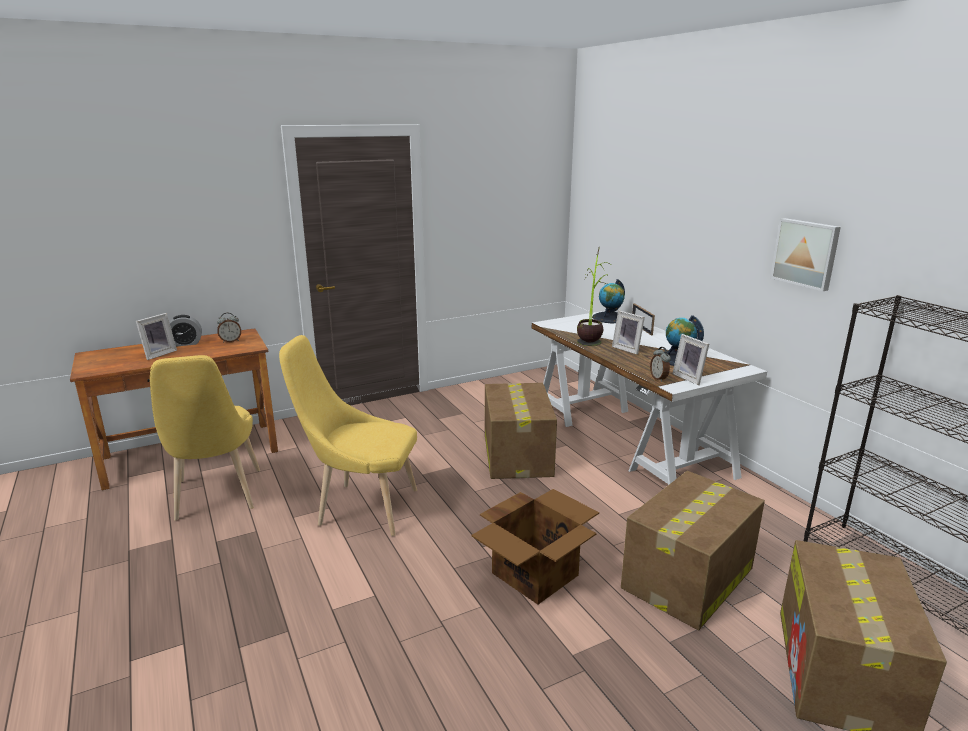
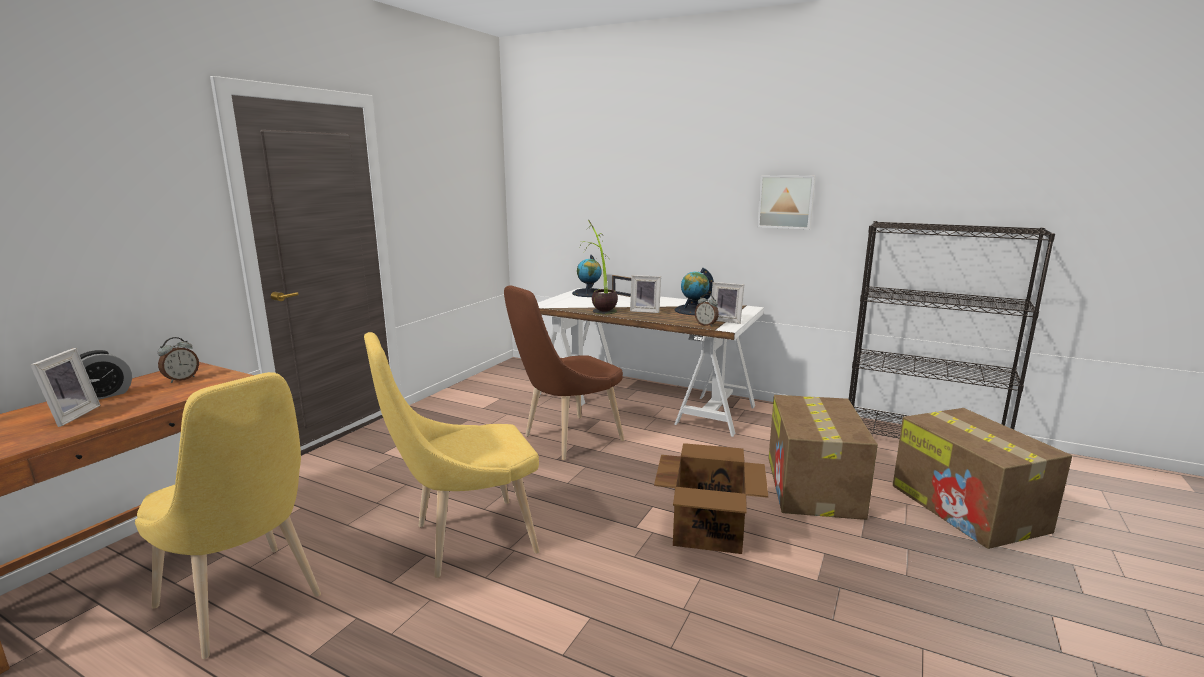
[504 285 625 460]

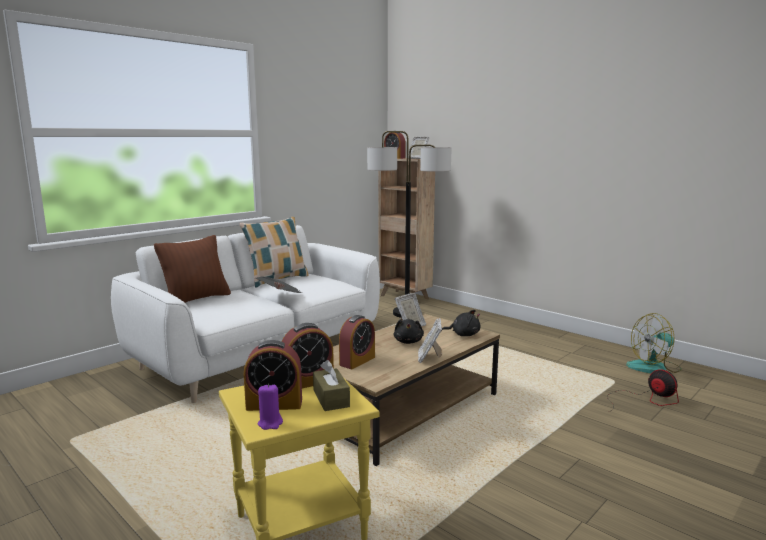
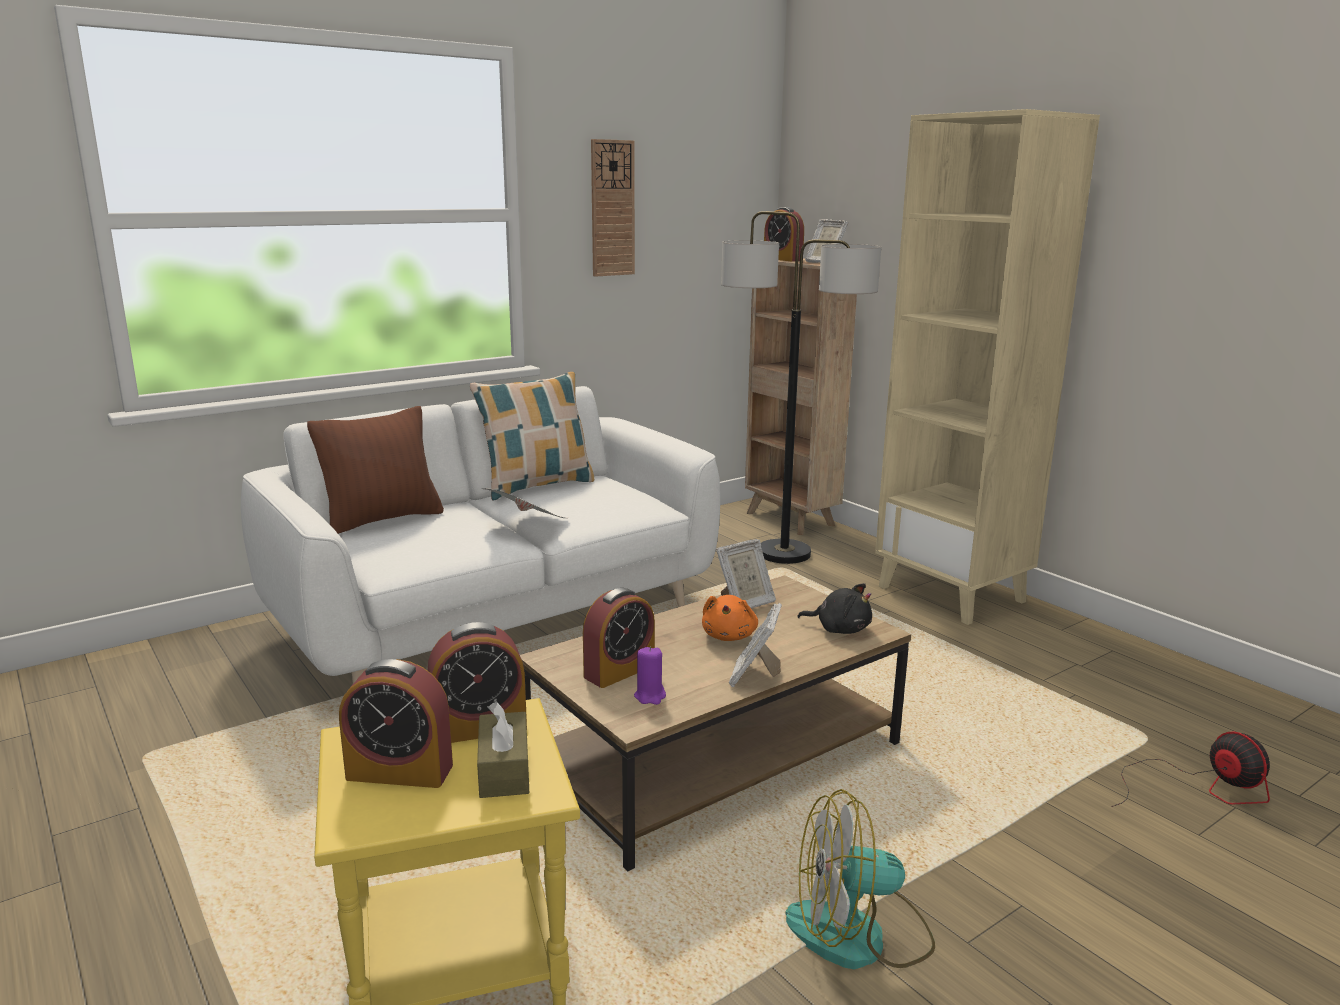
[785 789 935 969]
[702 595 758 641]
[634 646 666 705]
[875 109 1100 625]
[591 139 635 277]

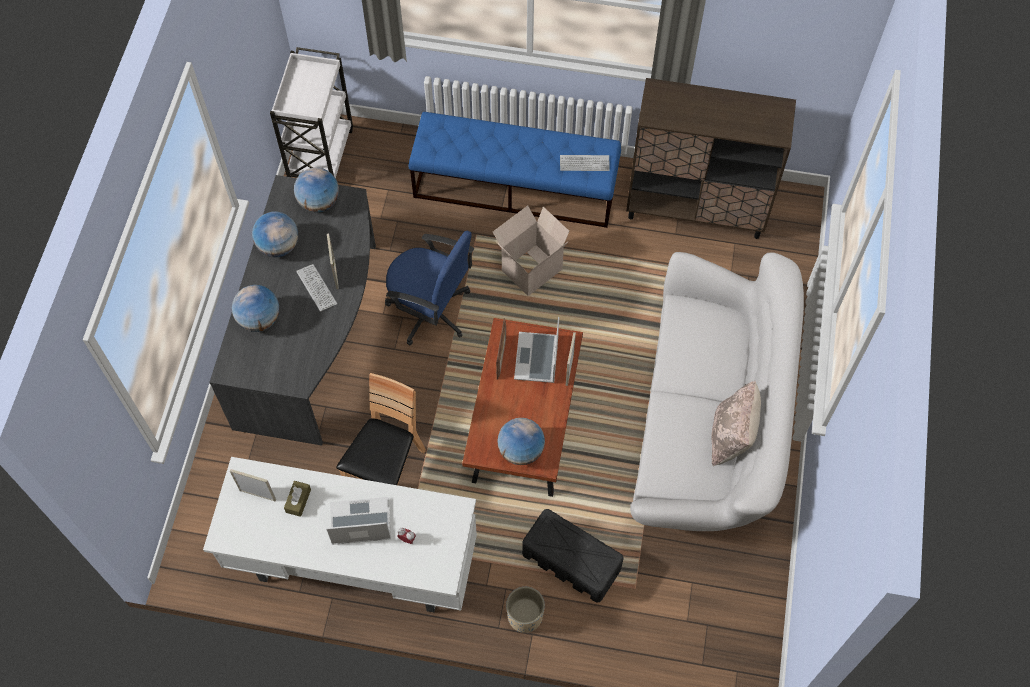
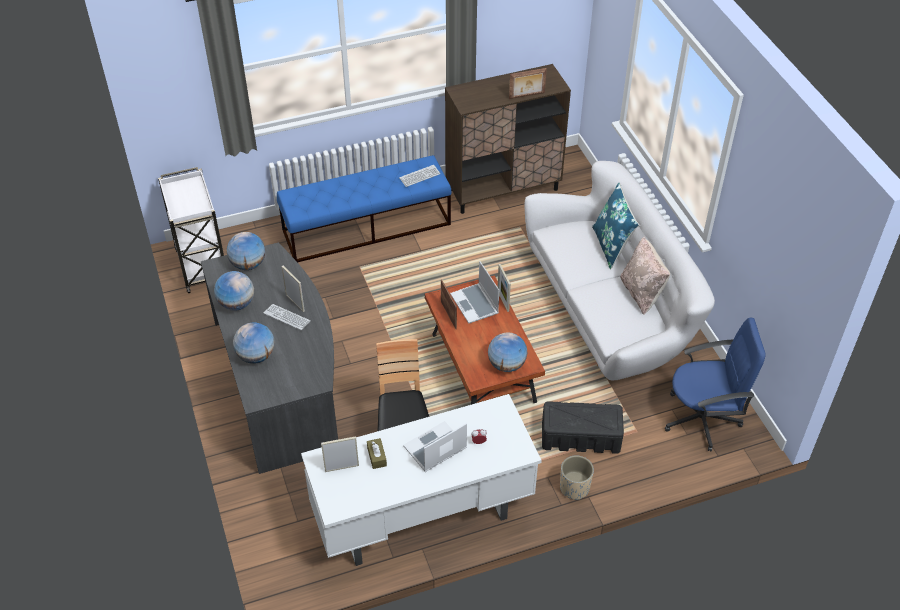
[493 206 569 296] (first image)
[665 318 765 452]
[509 68 547 99]
[592 182 639 269]

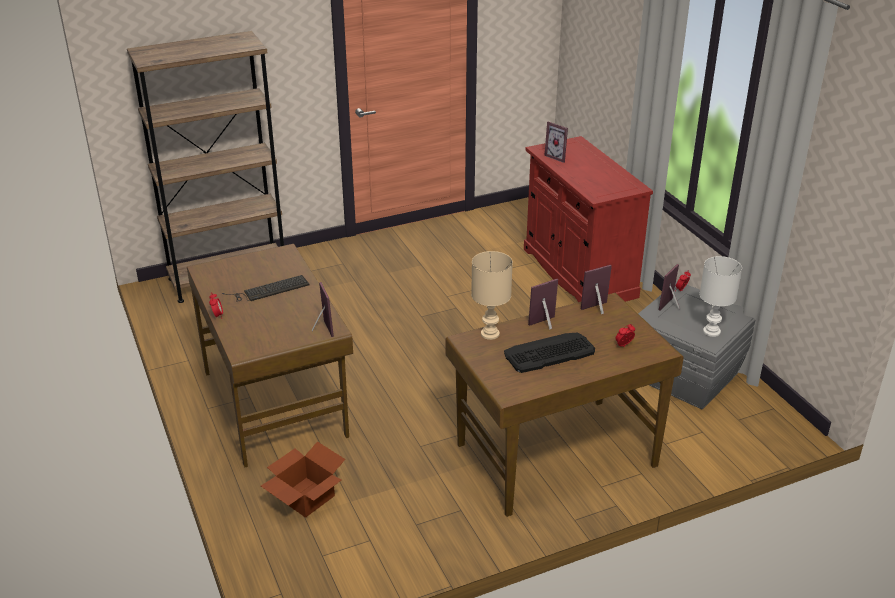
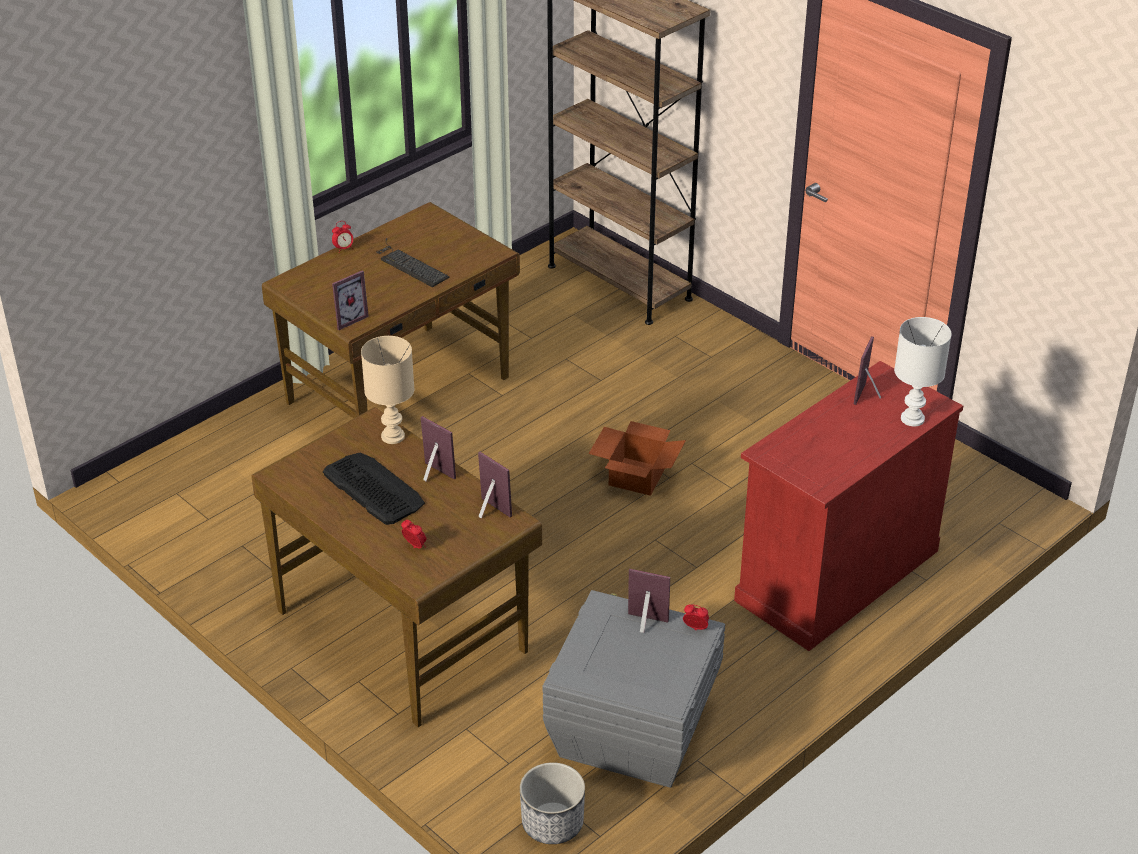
[894 317 952 426]
[588 421 686 496]
[520 762 585 844]

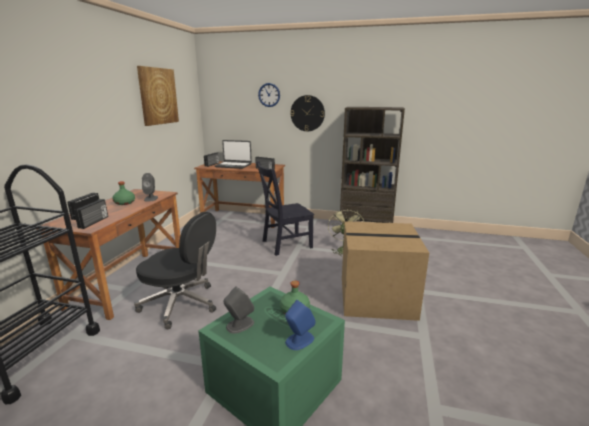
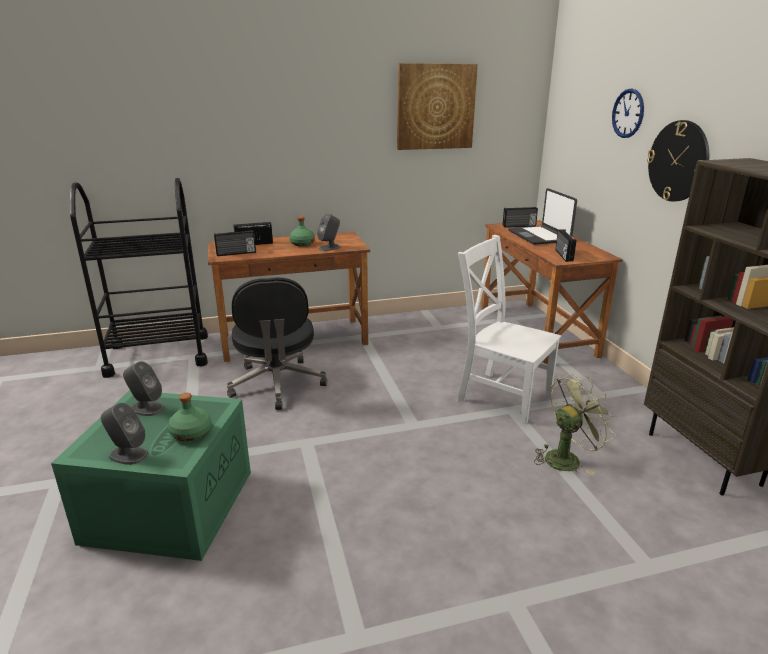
[457 235 561 424]
[342 221 429 321] (first image)
[101 403 148 465]

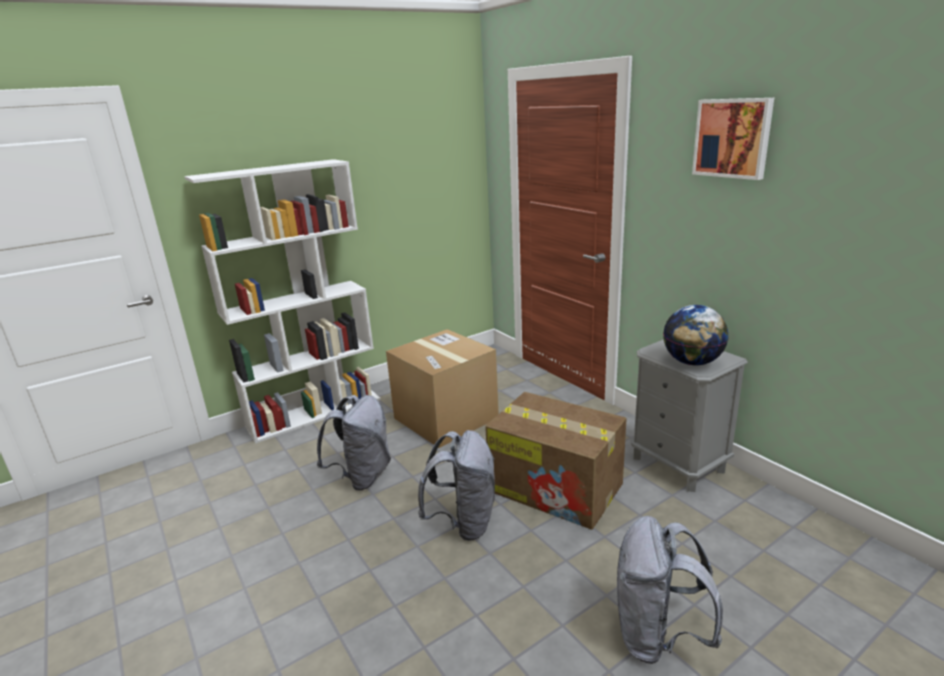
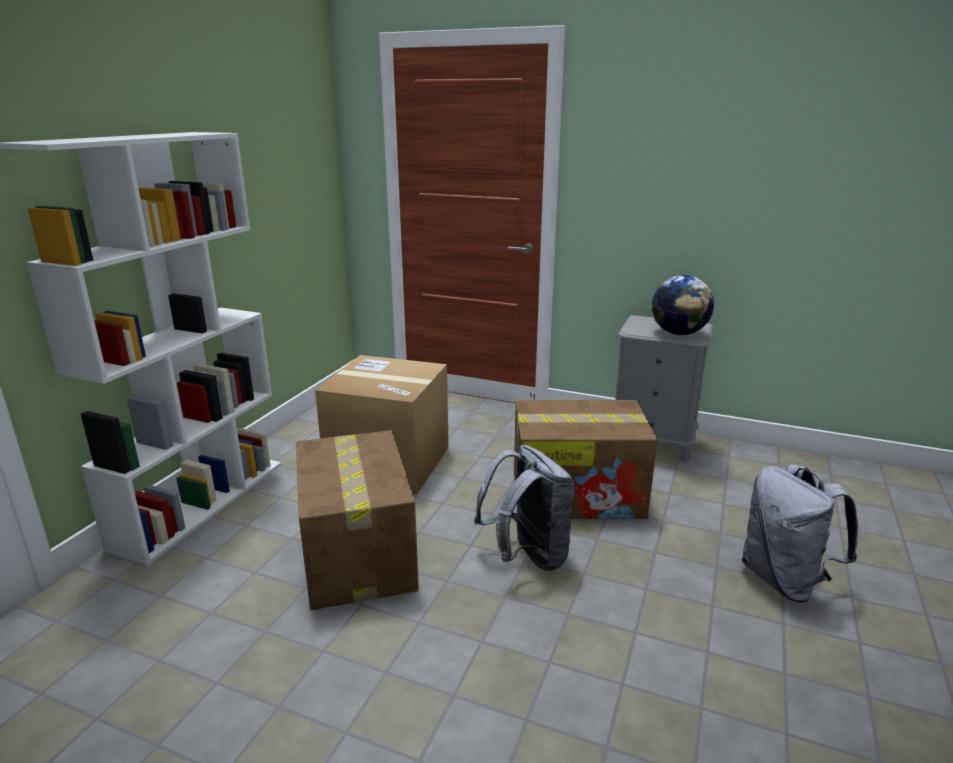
[692 98 774 180] (first image)
[296 430 419 610]

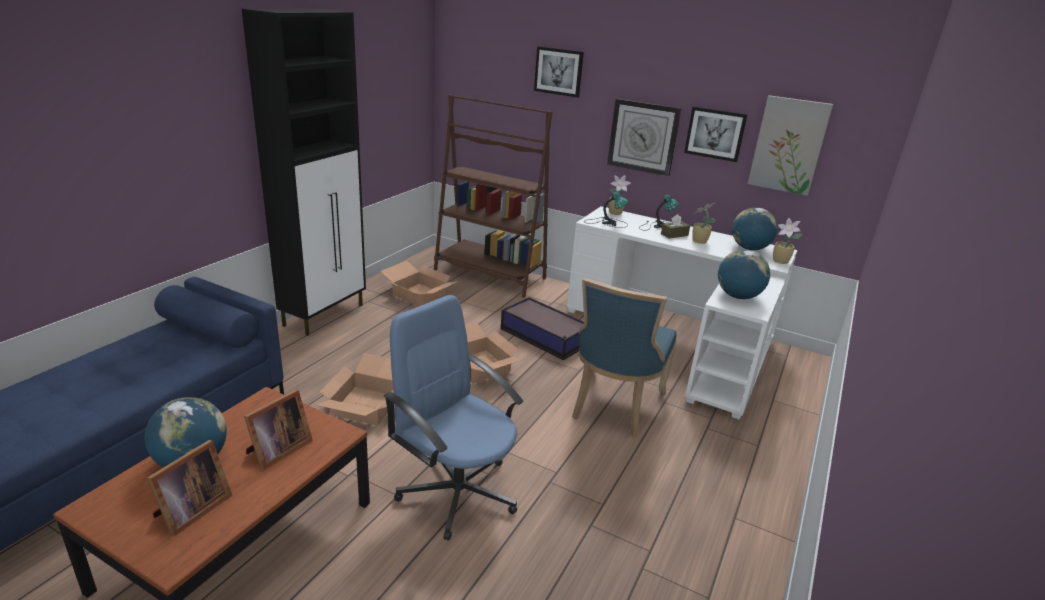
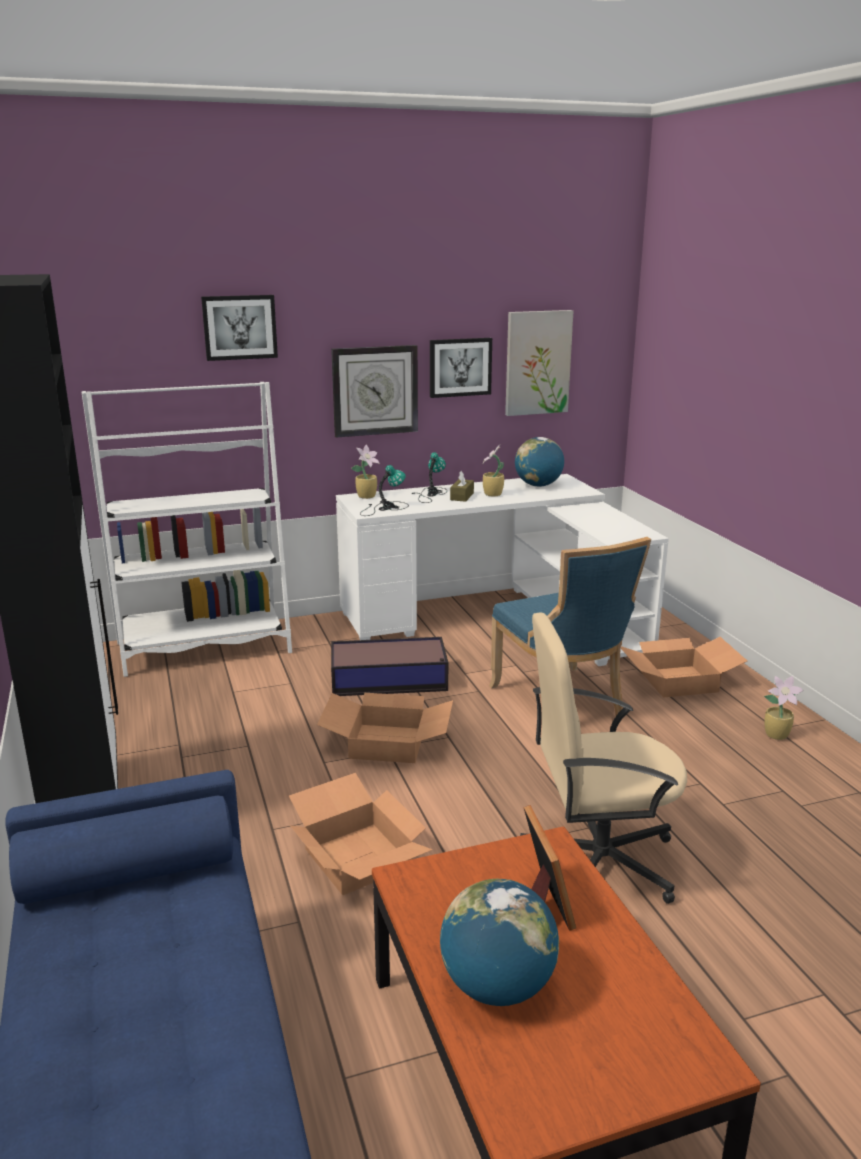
[82 382 292 677]
[764 676 804 740]
[718 250 770 299] (first image)
[621 637 747 698]
[520 613 687 904]
[147 440 232 536] (first image)

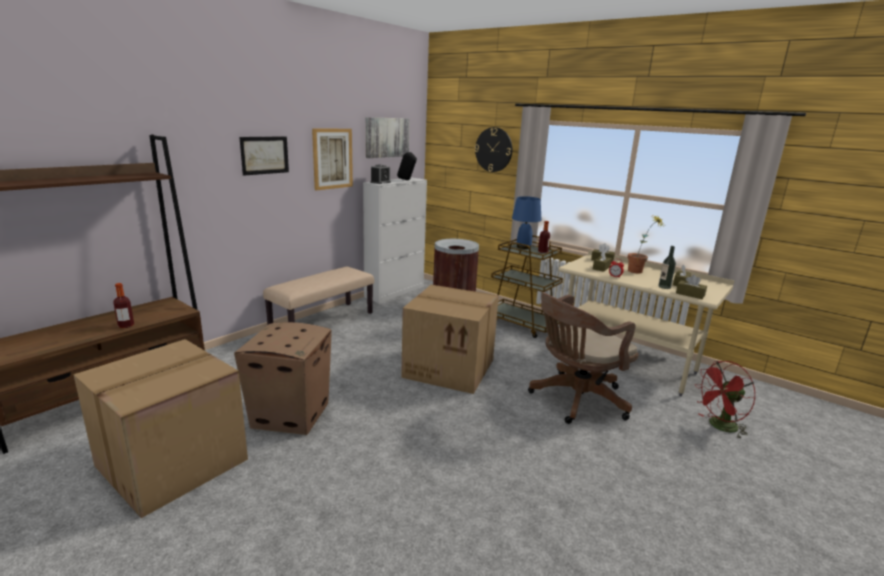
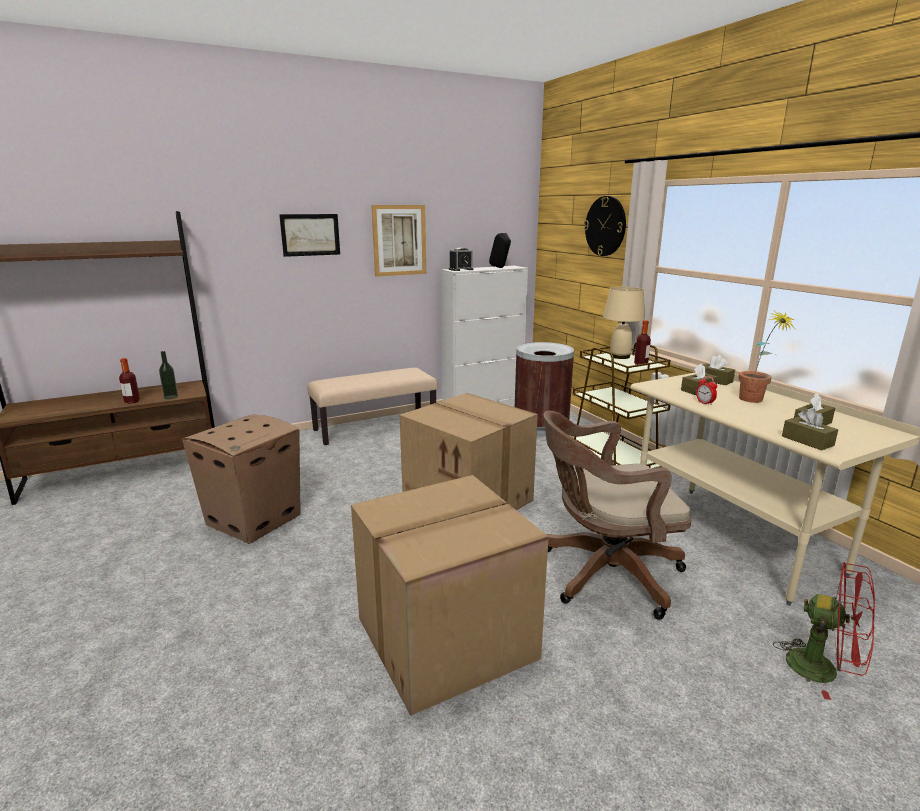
[366 117 410 158] (first image)
[603 287 645 359]
[159 351 178 399]
[351 475 549 716]
[773 562 875 700]

